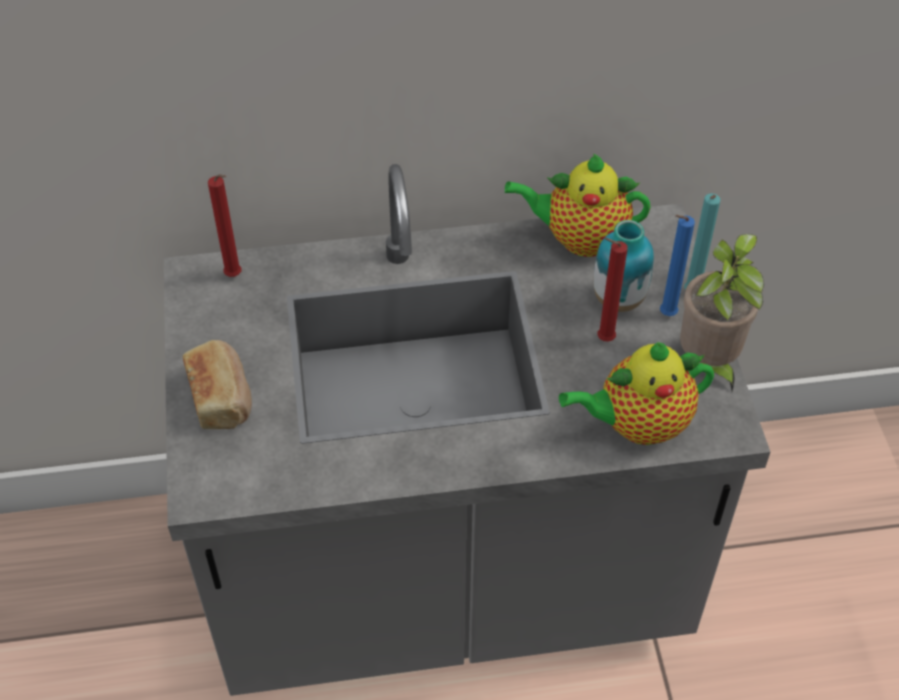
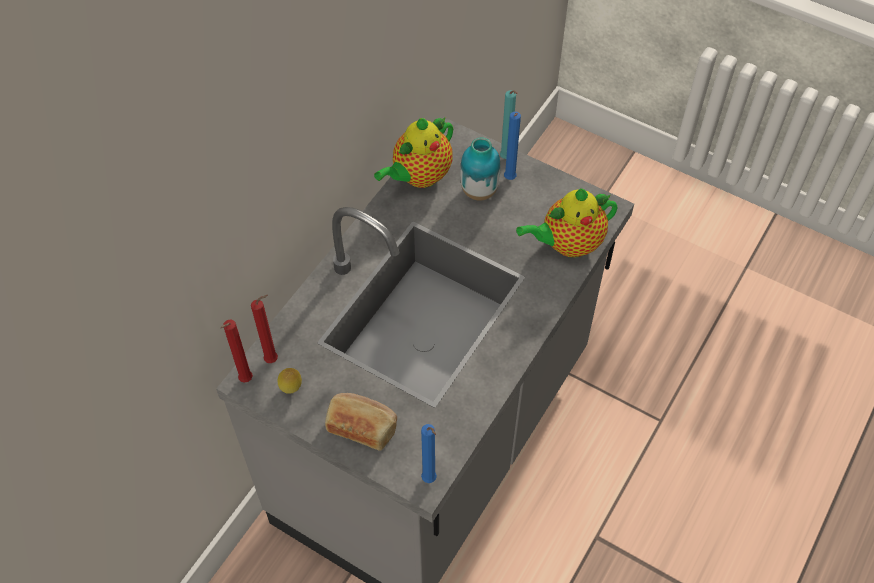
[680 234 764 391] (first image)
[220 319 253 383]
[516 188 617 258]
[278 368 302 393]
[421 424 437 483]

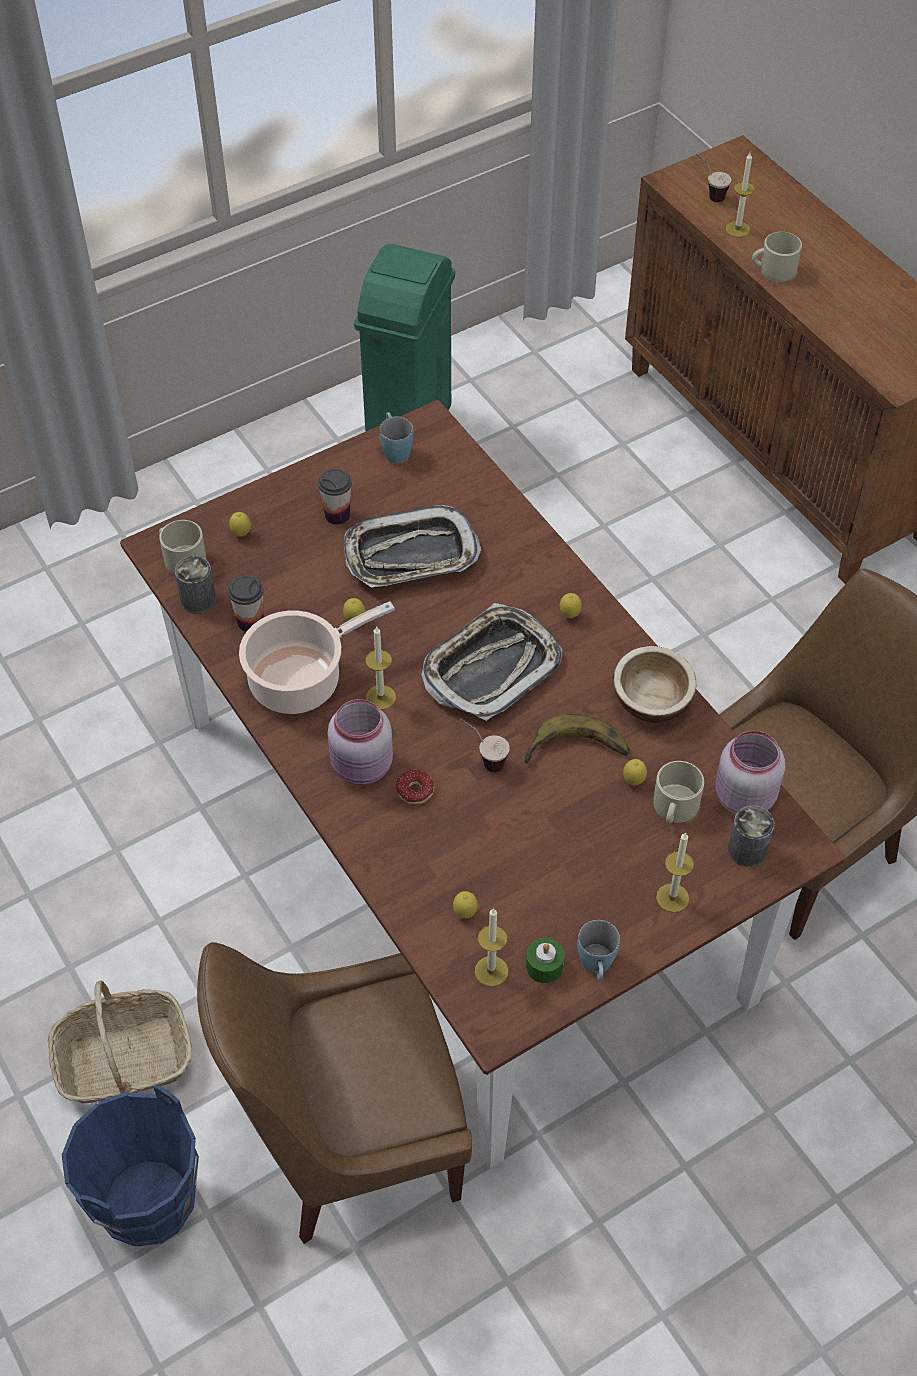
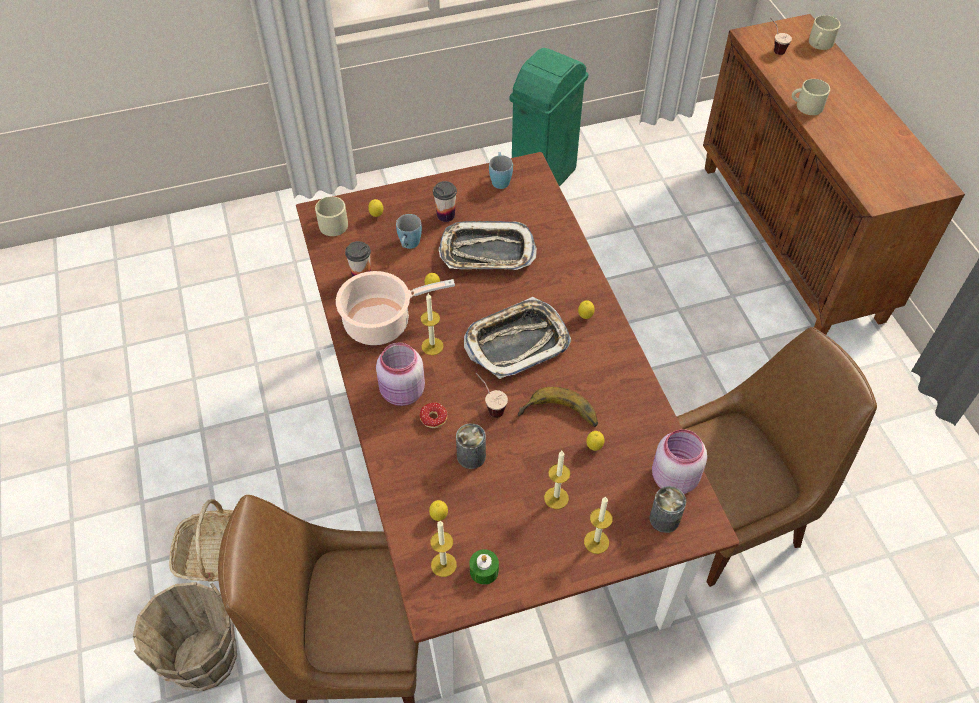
[544 451 570 509]
[456 423 486 469]
[613 646 696 723] (first image)
[809 15 840 50]
[396 214 422 249]
[133 582 237 691]

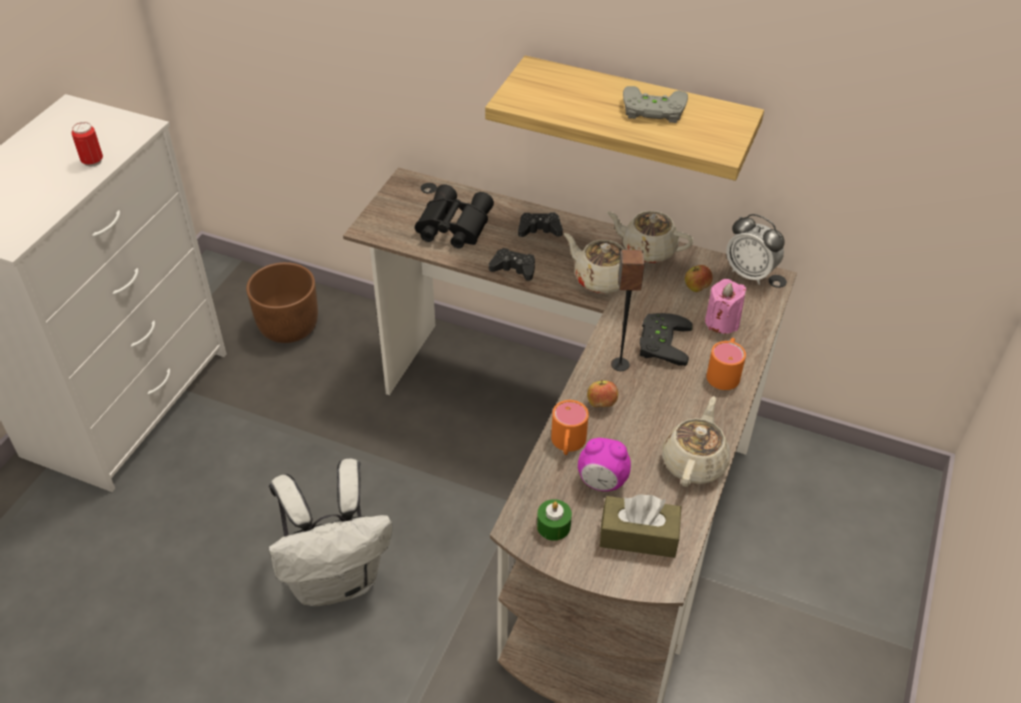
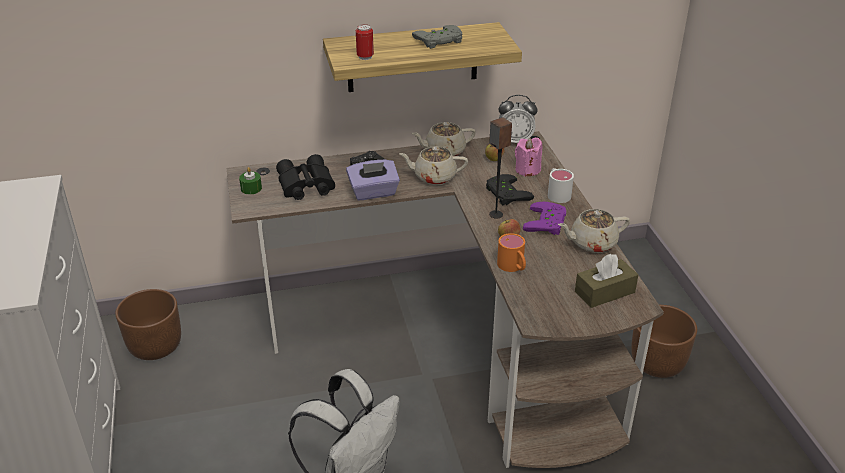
[356 24 374 60]
[346 160 400 201]
[548 168 574 203]
[558 209 630 253]
[578 438 631 491] (first image)
[239 167 262 194]
[523 202 566 235]
[631 305 697 378]

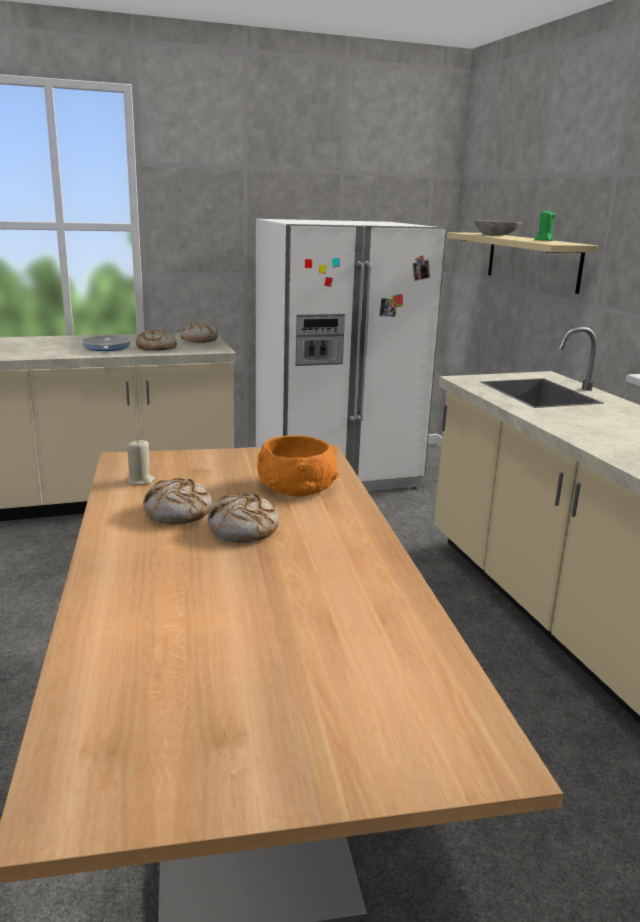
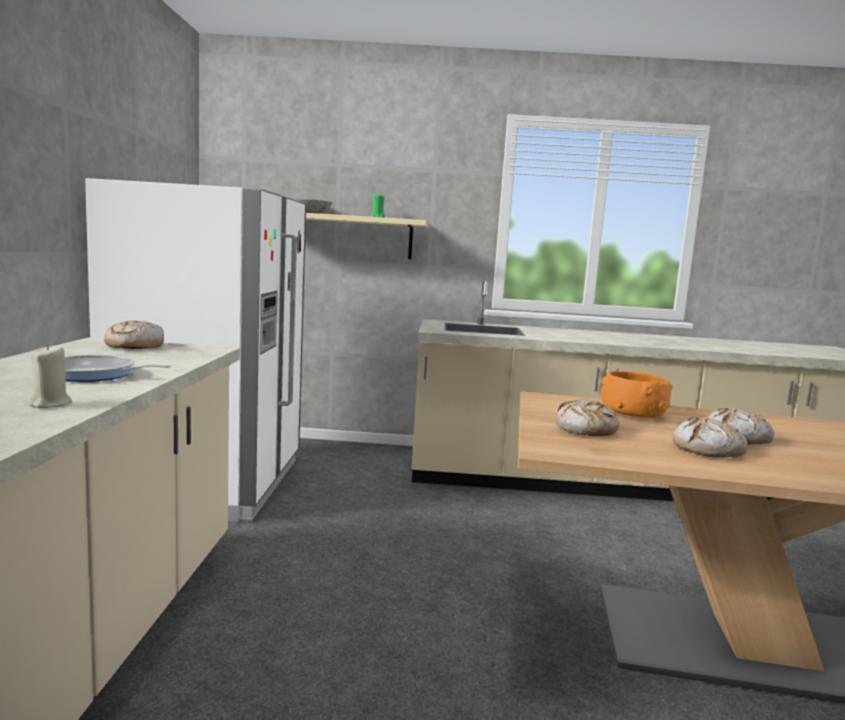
[556 400 619 436]
[28 344 72 408]

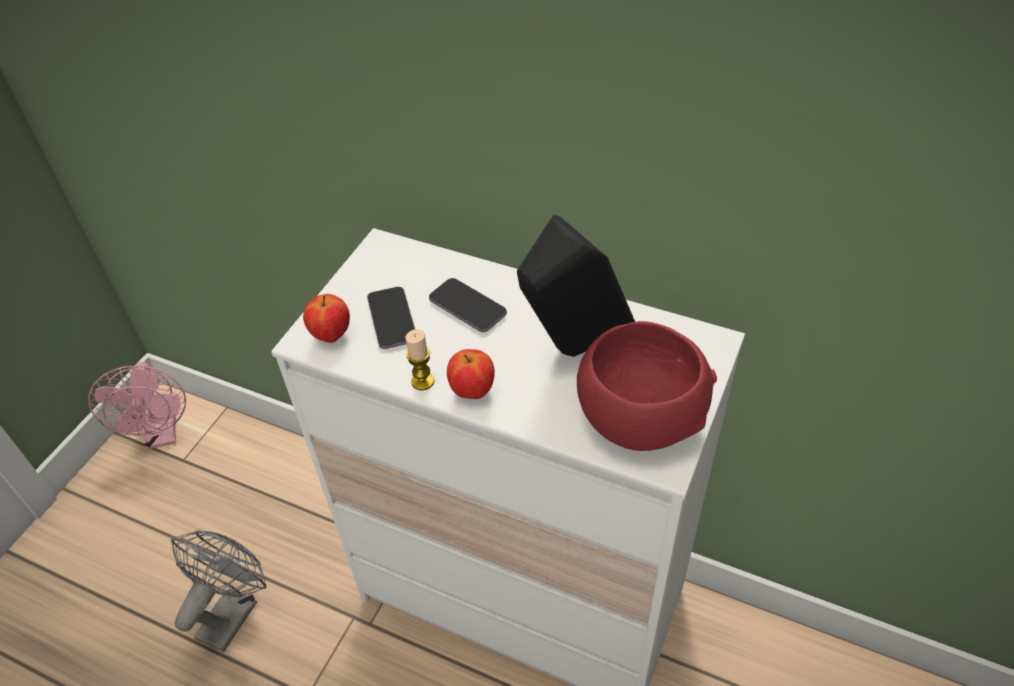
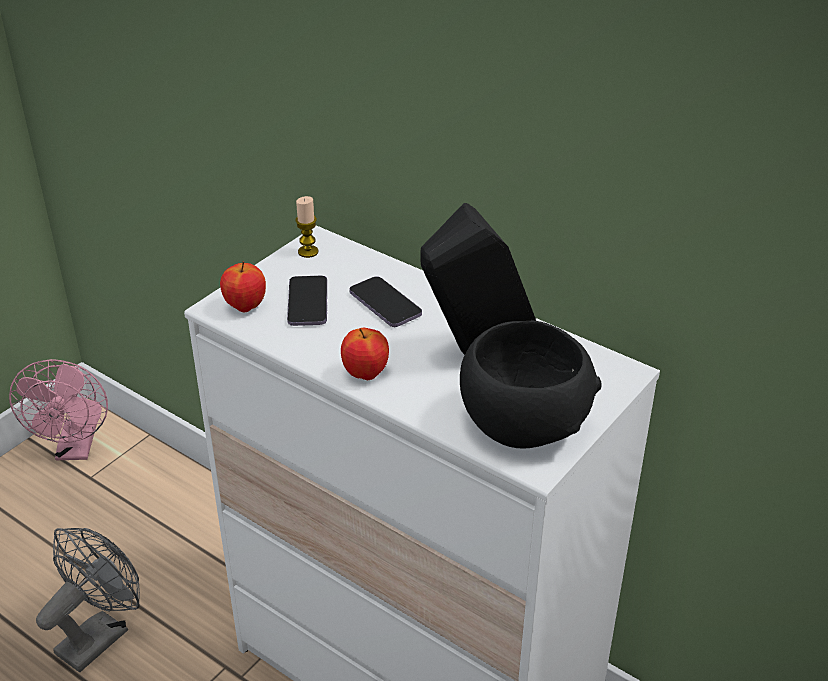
[460 321 602 449]
[295 196 318 258]

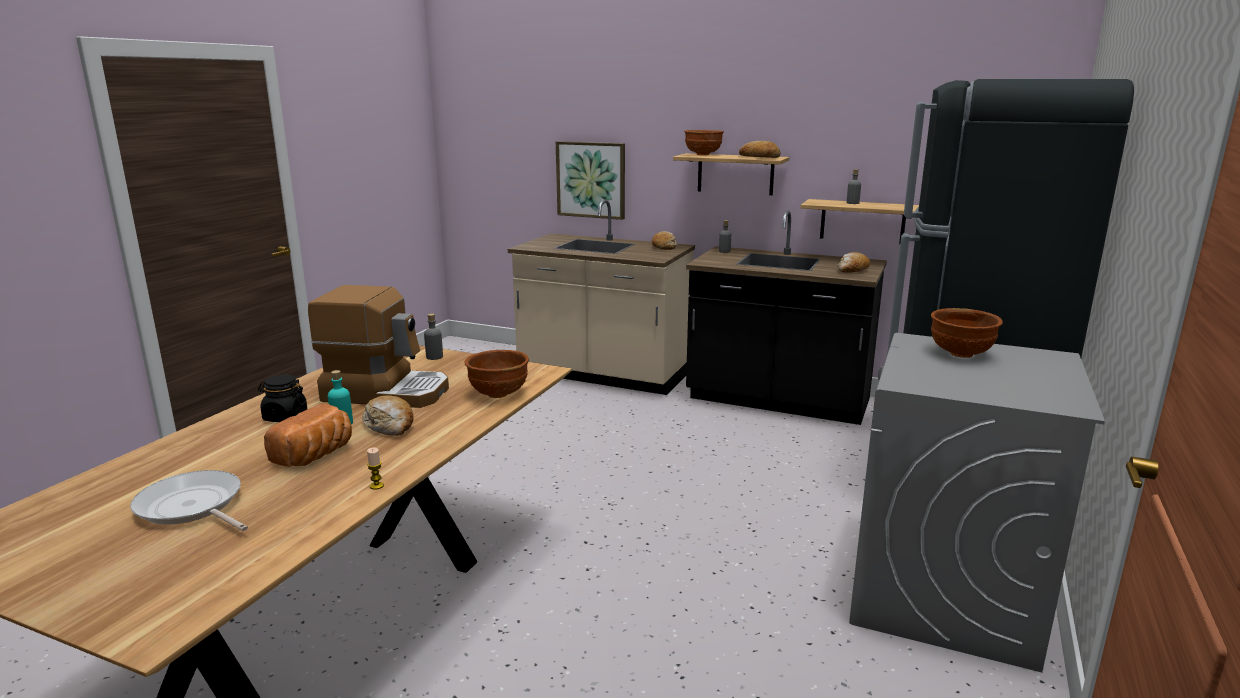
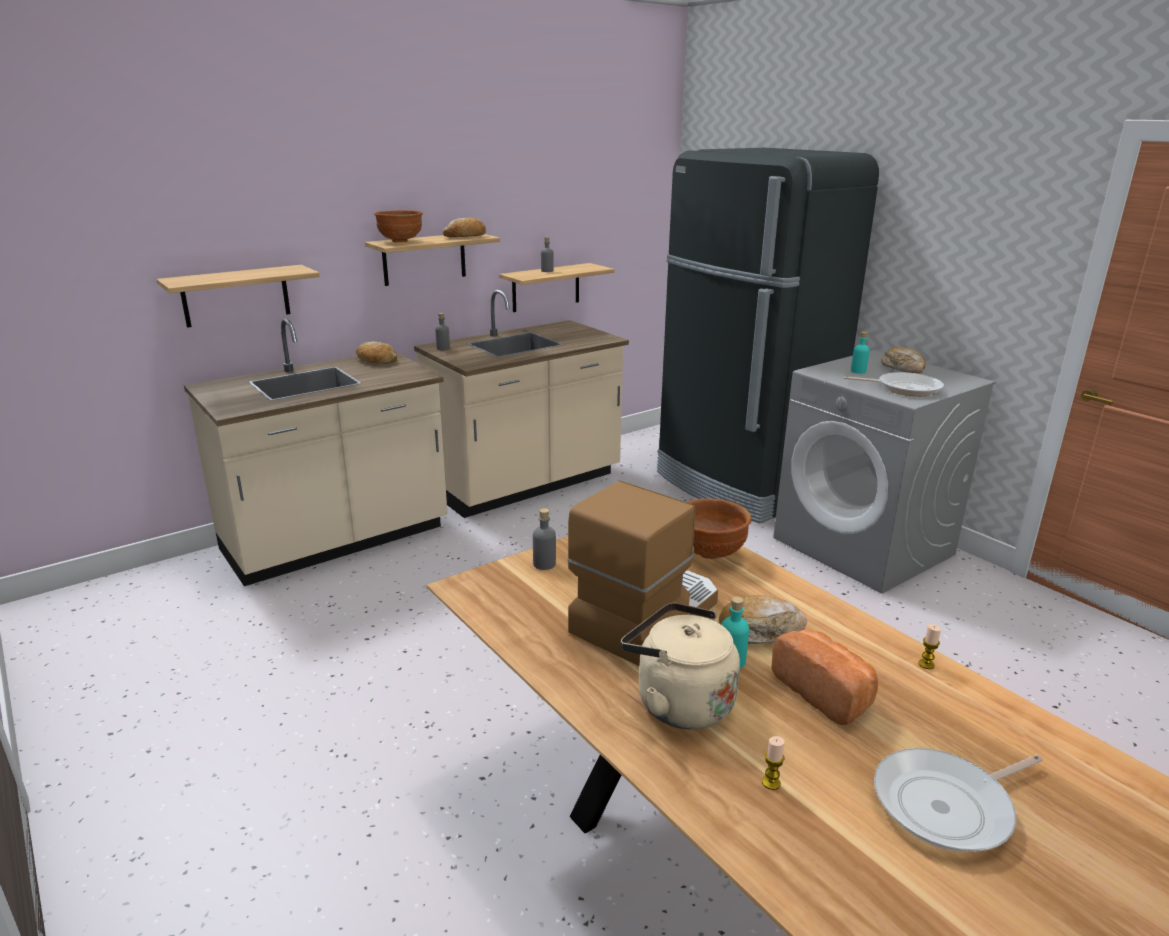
[156 265 320 328]
[414 290 629 518]
[881 347 925 373]
[851 332 870 374]
[621 603 740 730]
[844 372 944 396]
[762 736 785 790]

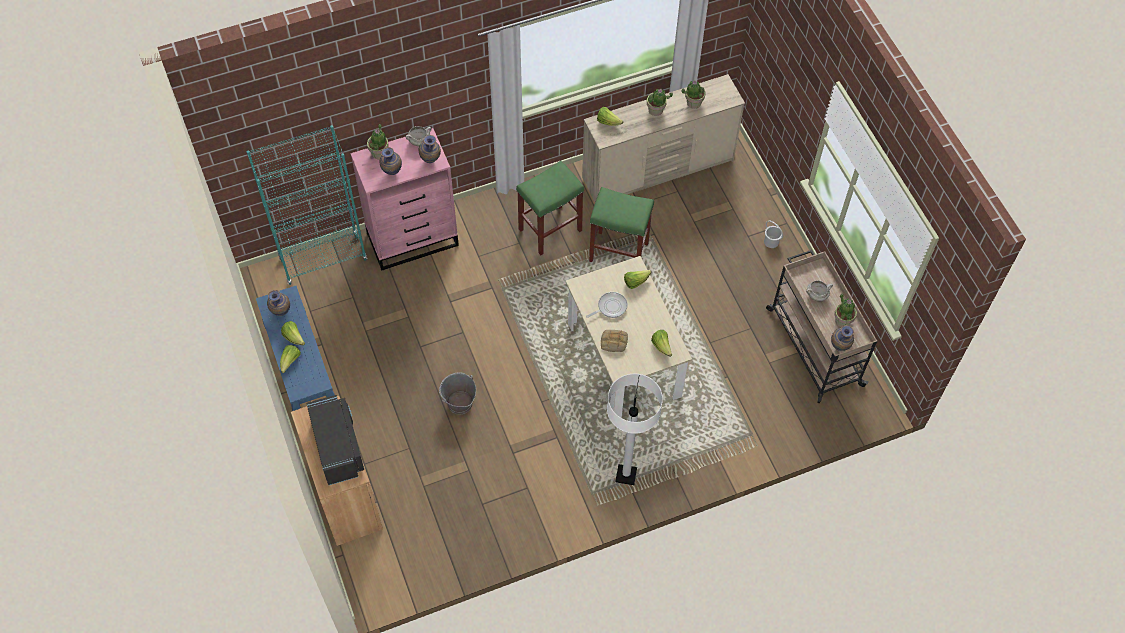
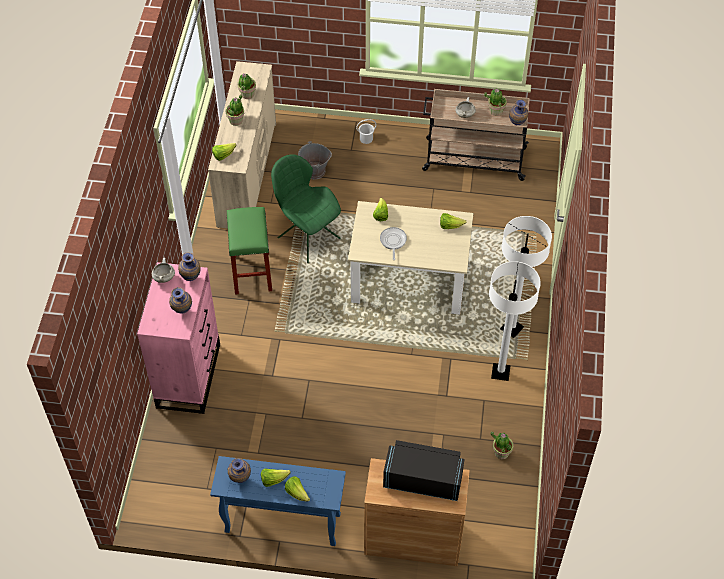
[491 431 513 459]
[247 125 367 285] (first image)
[271 154 341 263]
[601 330 628 352] (first image)
[298 141 332 180]
[489 261 541 381]

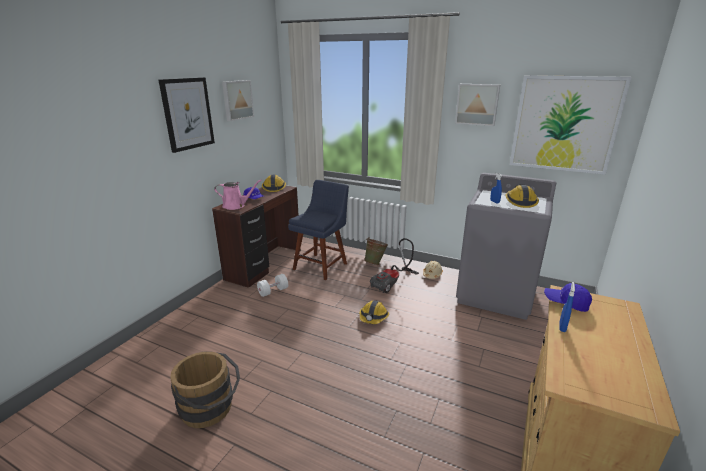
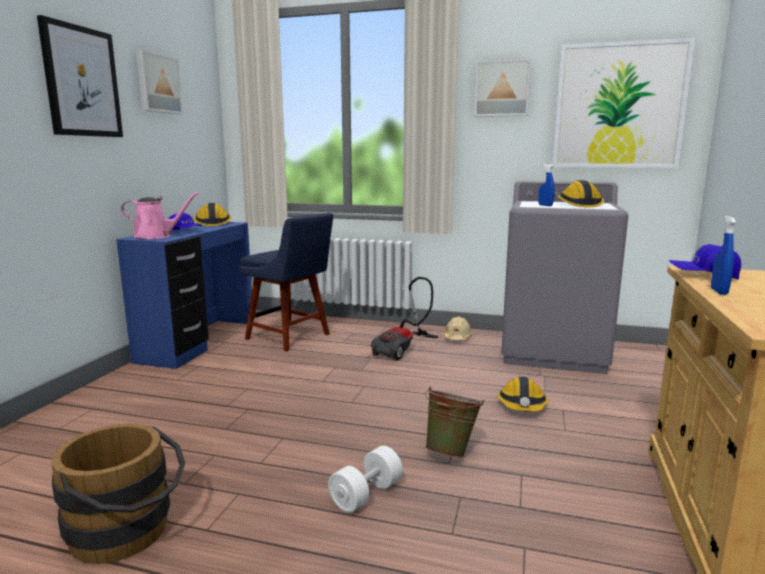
[239 213 333 352]
[116 222 252 369]
[425 387 484 458]
[328 446 403 513]
[497 377 549 412]

